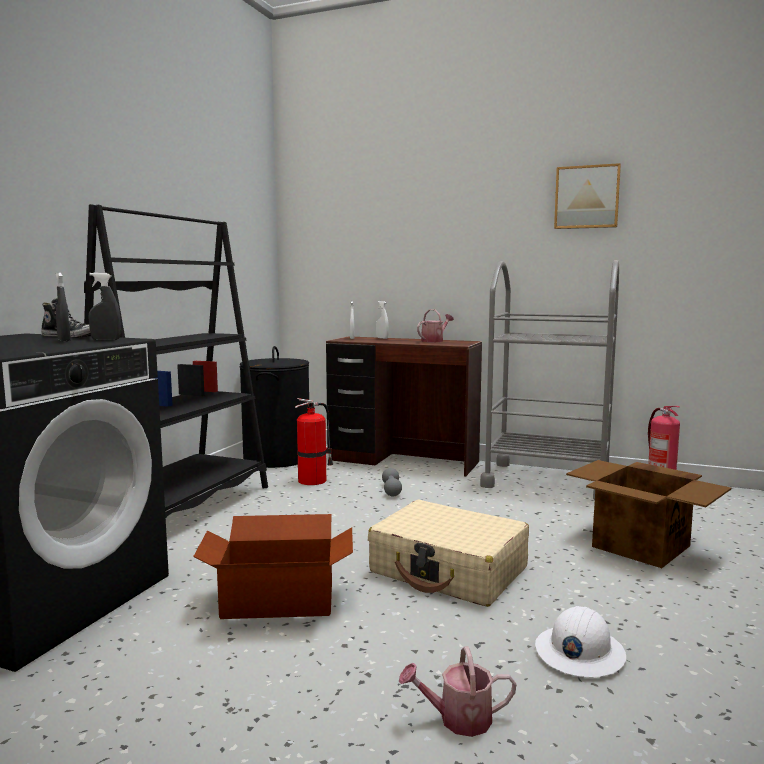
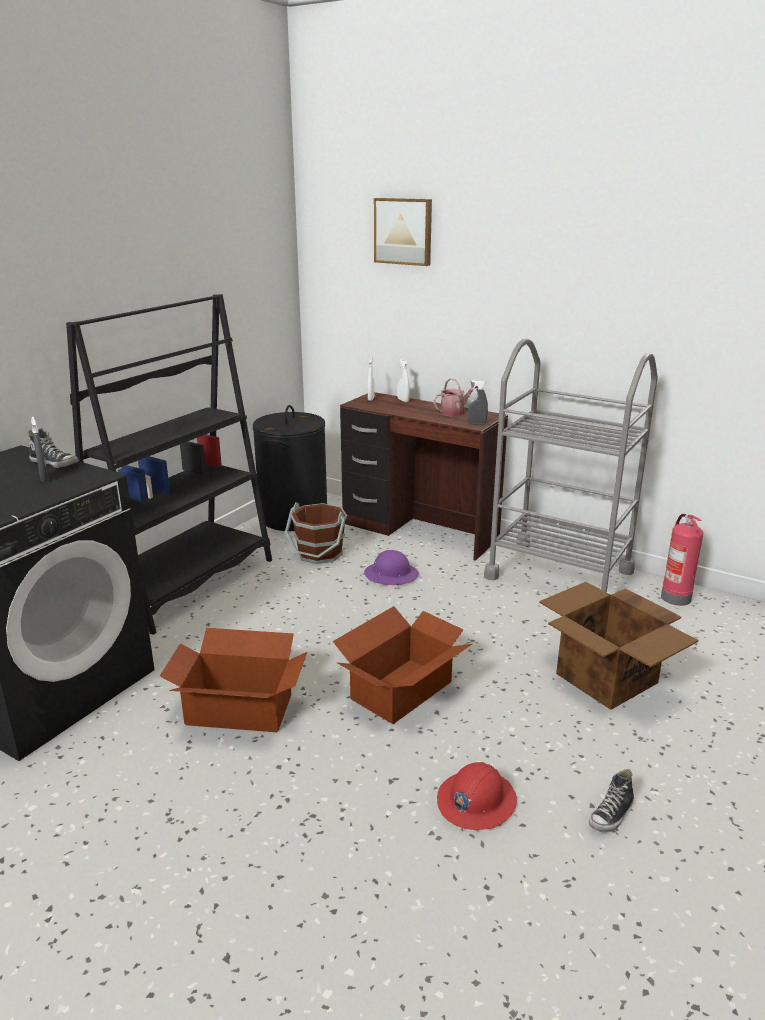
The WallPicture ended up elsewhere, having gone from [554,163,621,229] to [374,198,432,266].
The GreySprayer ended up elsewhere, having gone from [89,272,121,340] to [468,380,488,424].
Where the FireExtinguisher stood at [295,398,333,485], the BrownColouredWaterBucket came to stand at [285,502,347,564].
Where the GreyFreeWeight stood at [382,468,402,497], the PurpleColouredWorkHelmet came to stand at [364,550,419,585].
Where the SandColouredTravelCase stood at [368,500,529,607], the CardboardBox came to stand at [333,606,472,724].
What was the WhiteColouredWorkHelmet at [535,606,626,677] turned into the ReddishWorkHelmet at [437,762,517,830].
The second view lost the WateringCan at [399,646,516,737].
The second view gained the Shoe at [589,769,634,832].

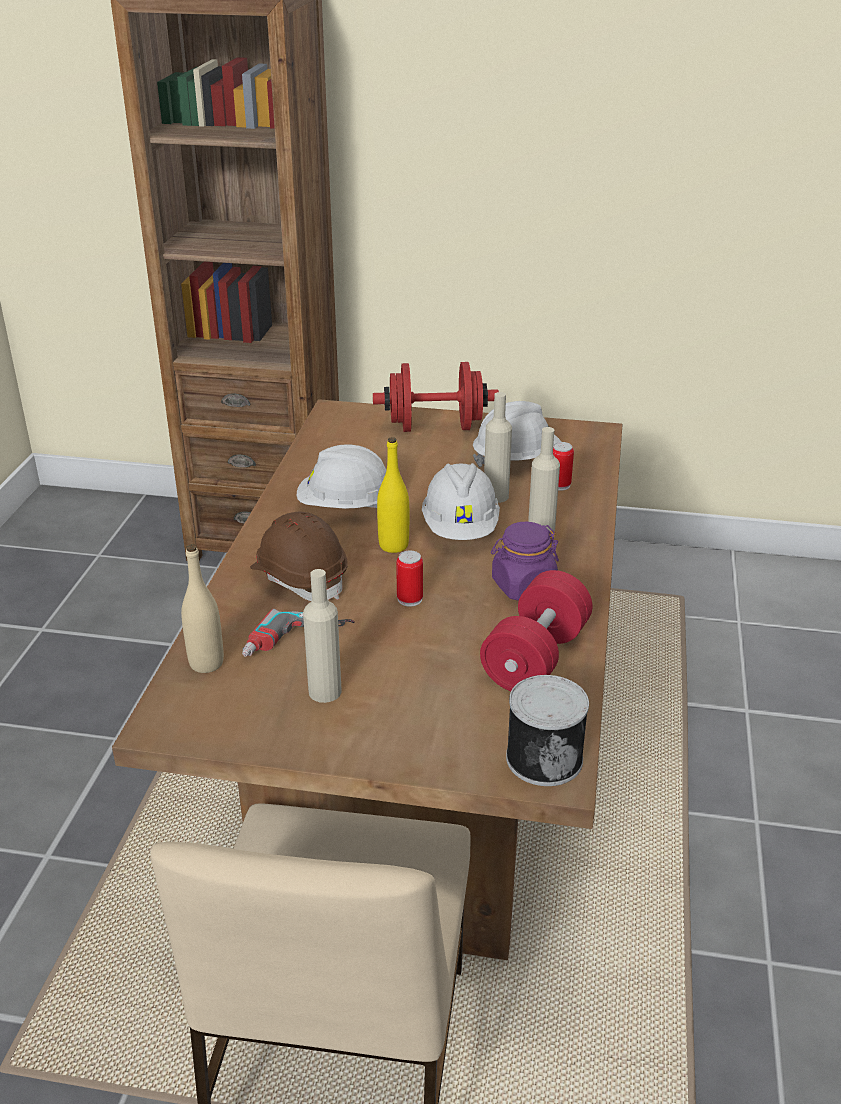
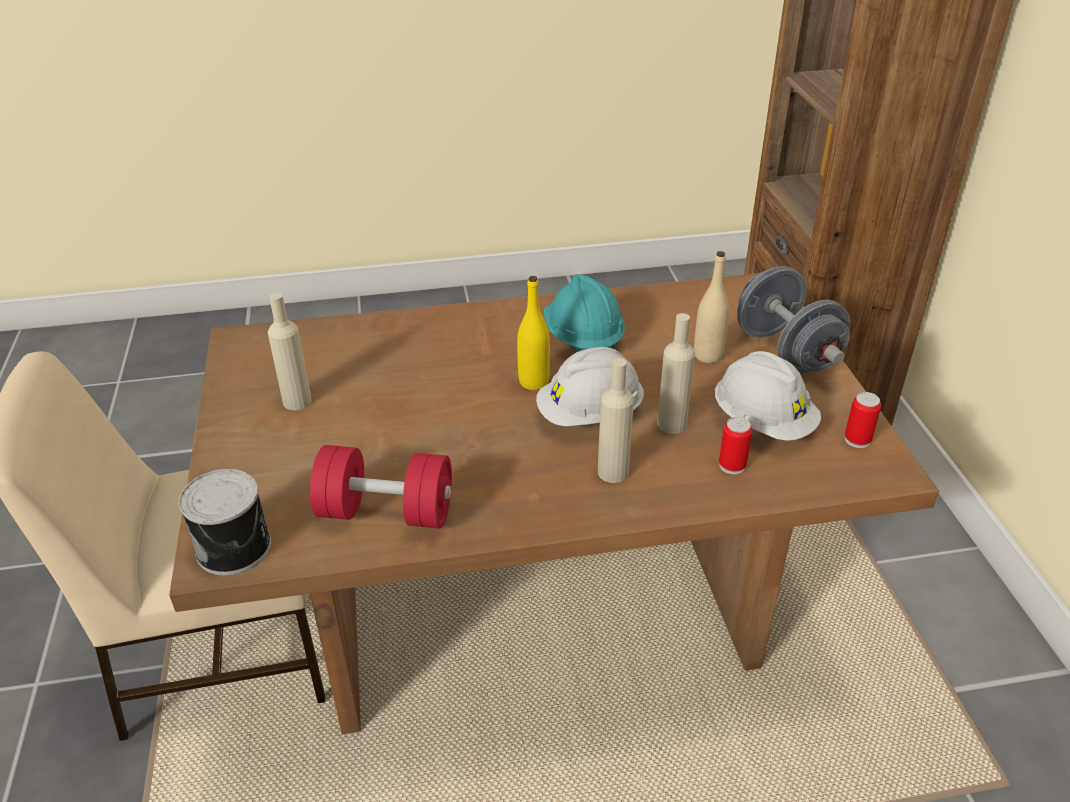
What was the ReddishFreeWeight at [373,362,499,432] turned into the GreyFreeWeight at [737,266,850,374].
What was the WhiteColouredWorkHelmet at [297,445,386,509] turned into the TurquoiseColouredWorkHelmet at [544,274,625,352].
The second view lost the BrownColouredWorkHelmet at [250,512,348,601].
The second view lost the PurpleColouredPreserveJar at [491,522,559,600].
The SandColouredBeverageBottle ended up elsewhere, having gone from [181,545,224,673] to [694,251,729,363].
The Can ended up elsewhere, having gone from [396,550,423,607] to [845,392,881,448].
The second view lost the ElectricDrill at [242,609,355,657].

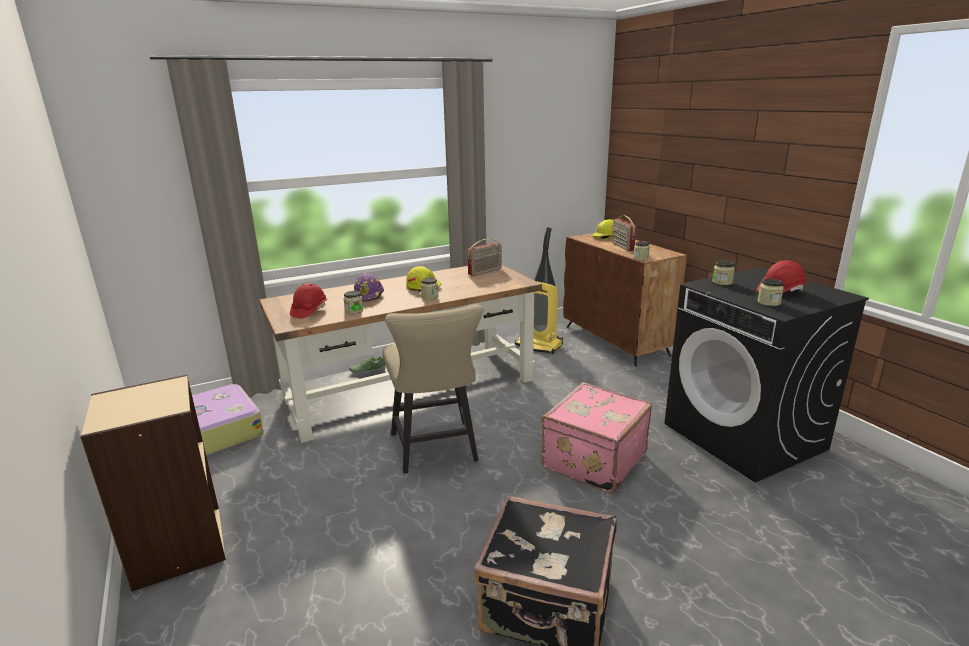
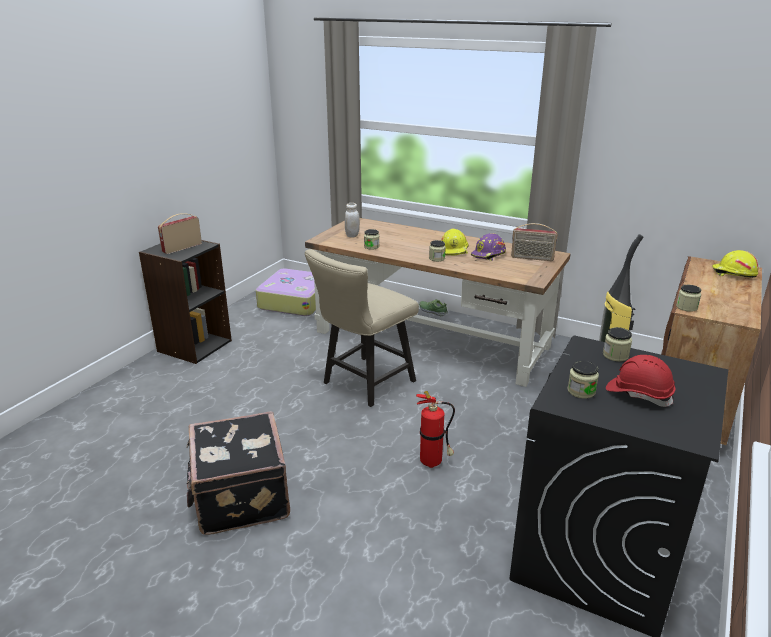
The RadioSet ended up elsewhere, having gone from [612,215,636,251] to [158,213,202,254].
The PurpleColouredWorkHelmet ended up elsewhere, having gone from [354,274,384,302] to [471,233,506,261].
Where the ReddishWorkHelmet stood at [290,283,327,318], the WhiteColouredPreserveJar came to stand at [345,203,360,238].
What was the SandColouredBookcase at [80,375,226,592] turned into the BlackBookcase at [139,240,232,364].
Where the PinkTravelCase stood at [541,382,652,494], the FireExtinguisher came to stand at [416,391,455,468].

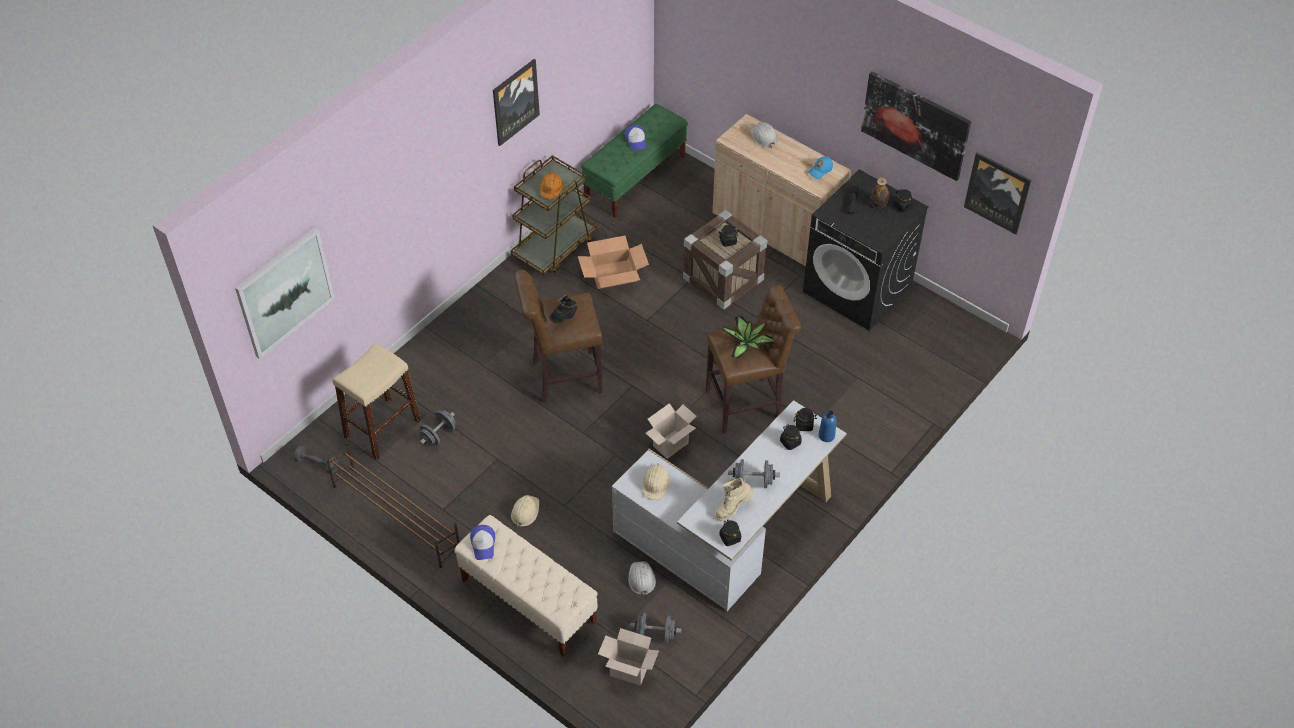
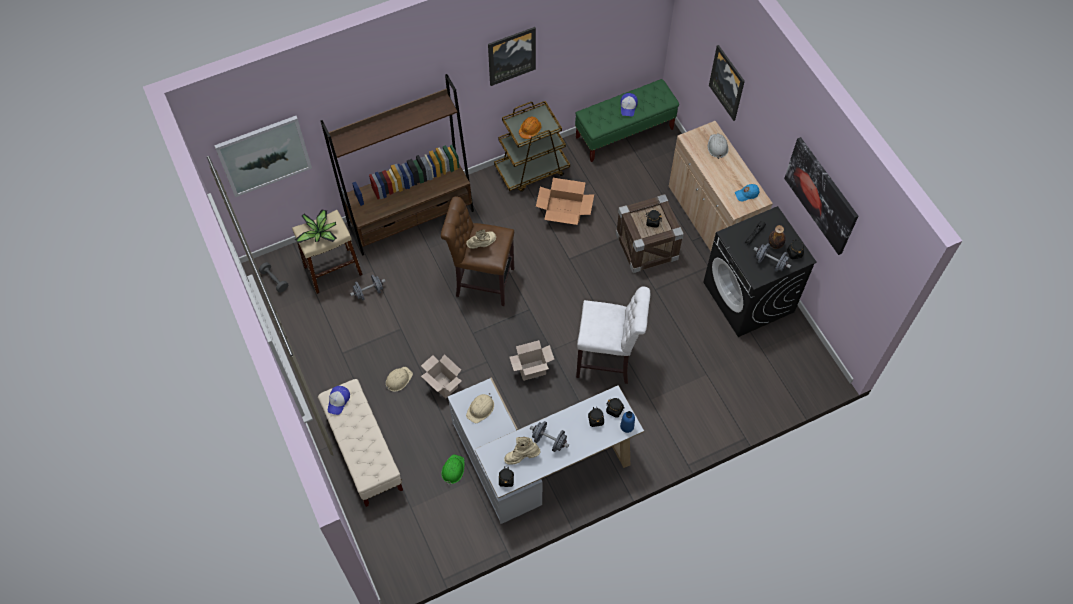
The WallPicture ended up elsewhere, having gone from [964,152,1031,234] to [709,45,745,121].
What was the BrownColouredSittingStool at [706,285,801,434] turned into the WhiteColouredSittingStool at [576,287,650,384].
What was the BlackBoot at [550,295,577,324] turned into the SandColouredBoot at [466,229,496,249].
The PottedPlant ended up elsewhere, having gone from [722,316,775,359] to [295,209,337,243].
The second view lost the BrownColouredShoeStand at [326,443,460,568].
What was the WhiteColouredWorkHelmet at [628,561,656,596] turned into the GreenWorkHelmet at [441,455,465,485].
The GreyFreeWeight ended up elsewhere, having gone from [630,613,681,644] to [753,243,791,272].
The CardboardBox ended up elsewhere, having gone from [598,628,659,686] to [421,354,462,399].
The second view gained the BrownColouredBookcase at [321,74,474,256].

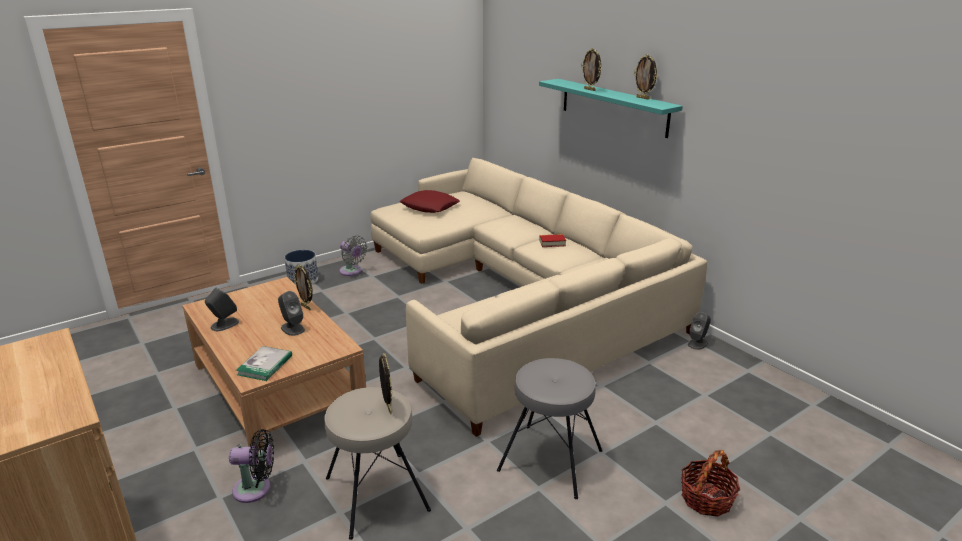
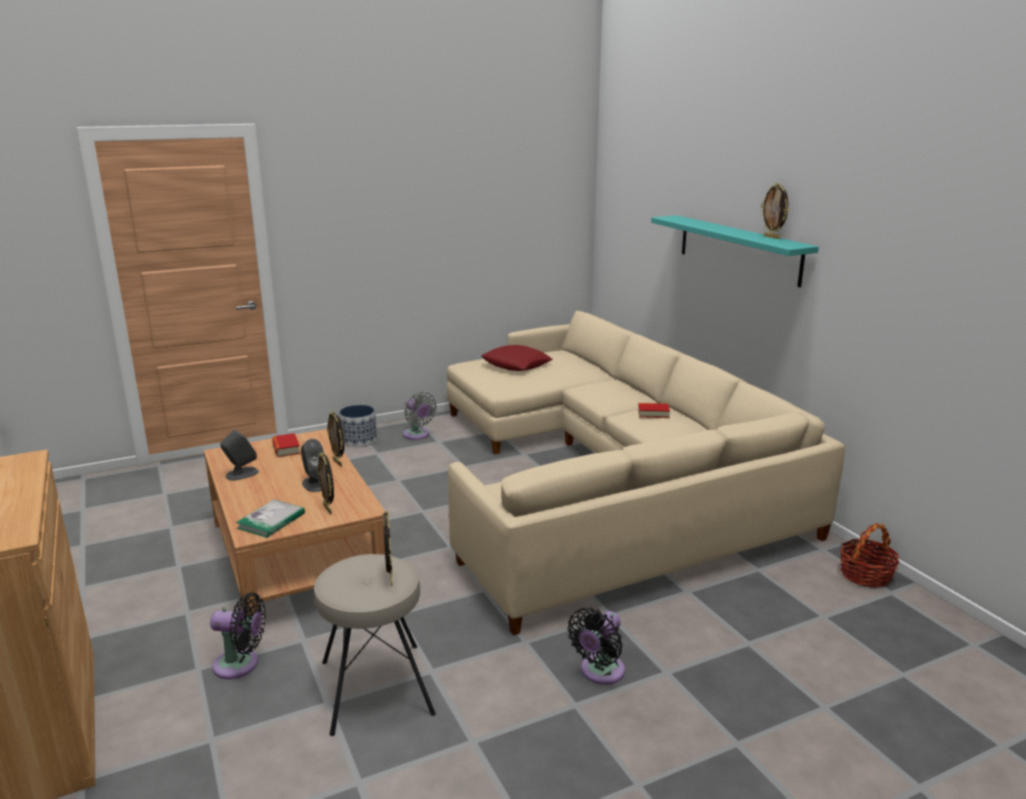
The PictureFrame ended up elsewhere, having gone from [581,48,602,91] to [317,452,334,514].
The second view lost the GreyLoudspeaker at [688,312,711,350].
Where the GreySittingStool stood at [497,358,602,499], the BlackElectricFan came to stand at [567,608,625,685].
The HouseholdBasket ended up elsewhere, having gone from [681,450,740,517] to [840,523,899,588].
The second view gained the Volume at [272,433,300,457].

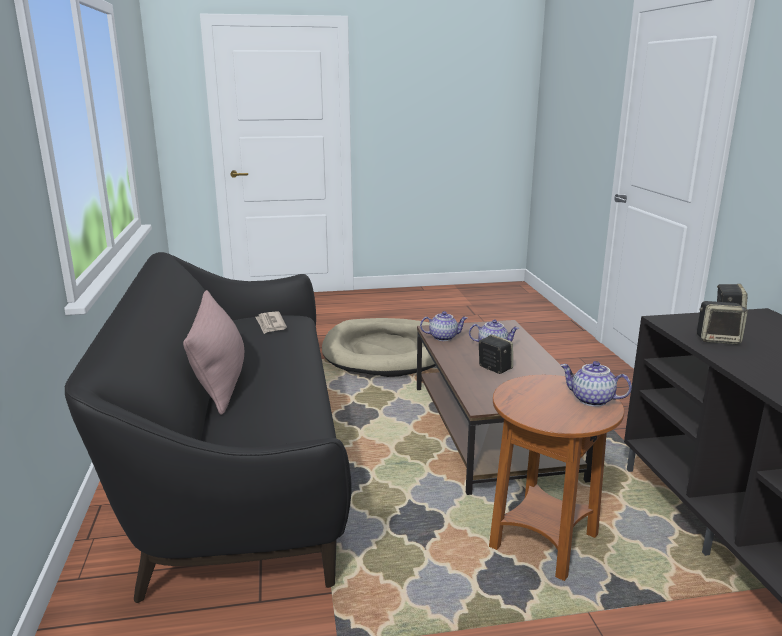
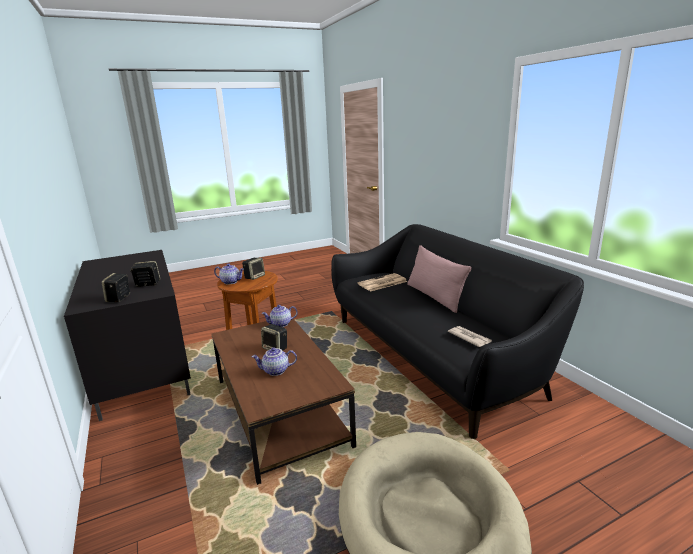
The Teapot ended up elsewhere, having gone from [420,311,467,341] to [261,305,298,327].
The second view gained the Loudspeaker at [242,258,265,280].
The second view gained the Newspaper at [357,273,408,292].

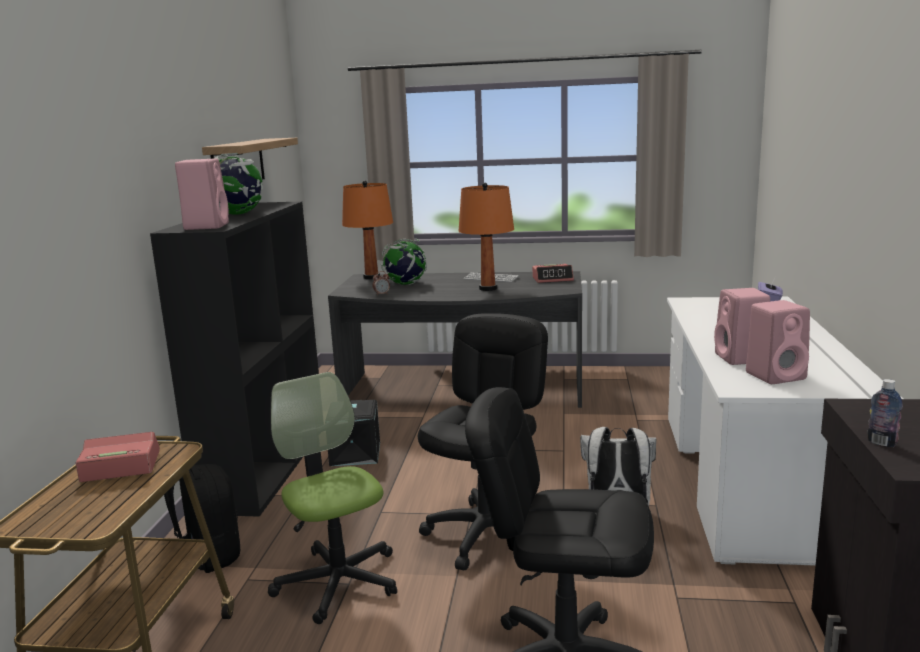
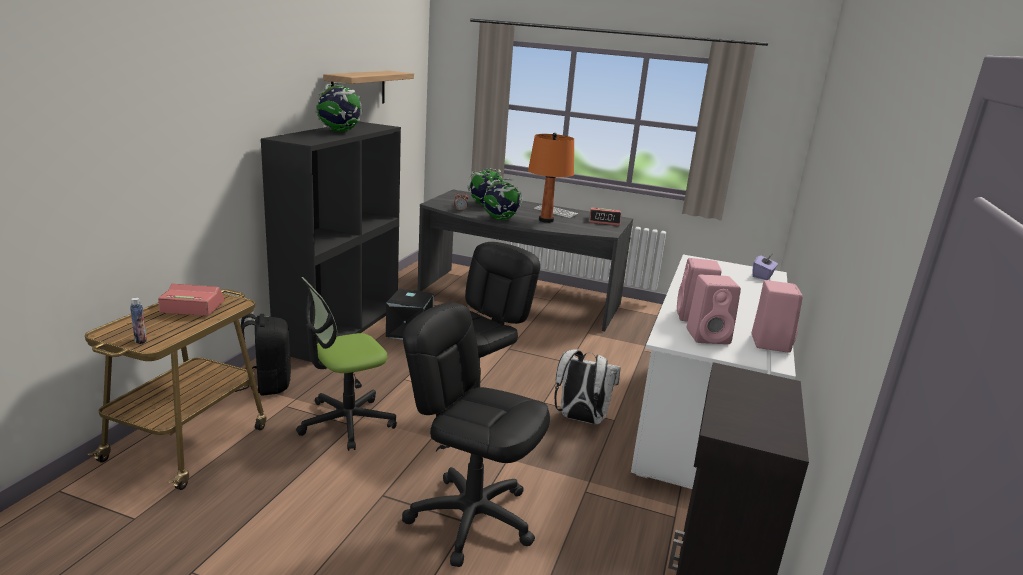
The PinkLoudspeaker ended up elsewhere, having gone from [175,159,229,230] to [752,280,803,353].
The second view lost the OrangeLampForATable at [342,180,393,279].
The DeskChair at [268,372,397,624] ended up facing another way, 105 degrees counterclockwise from before.
The BeverageBottle ended up elsewhere, having gone from [867,379,903,447] to [130,298,147,344].
The second view gained the Globe at [483,178,522,220].

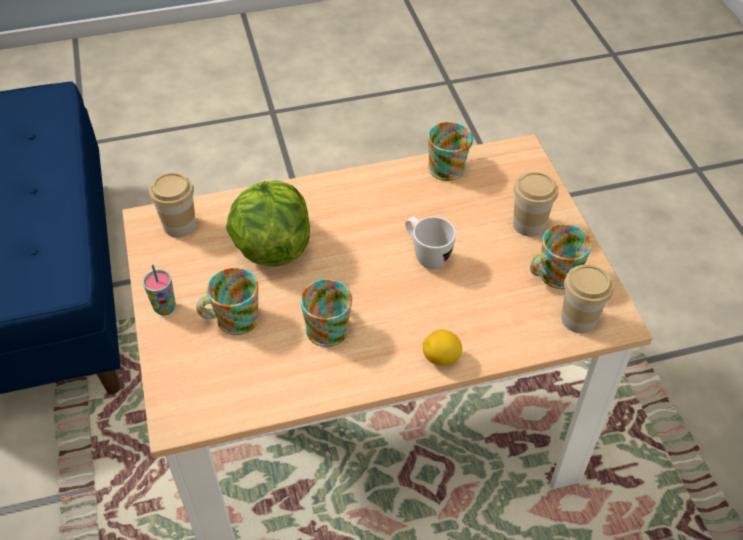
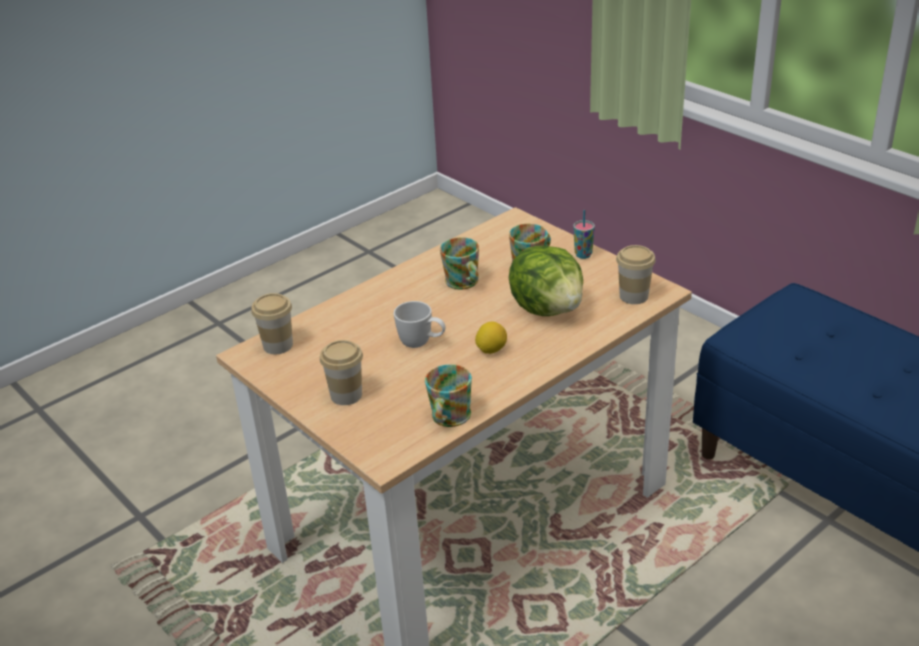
The second view lost the Mug at [530,224,592,289].
The WholeLemon ended up elsewhere, having gone from [423,329,462,366] to [475,322,507,354].

